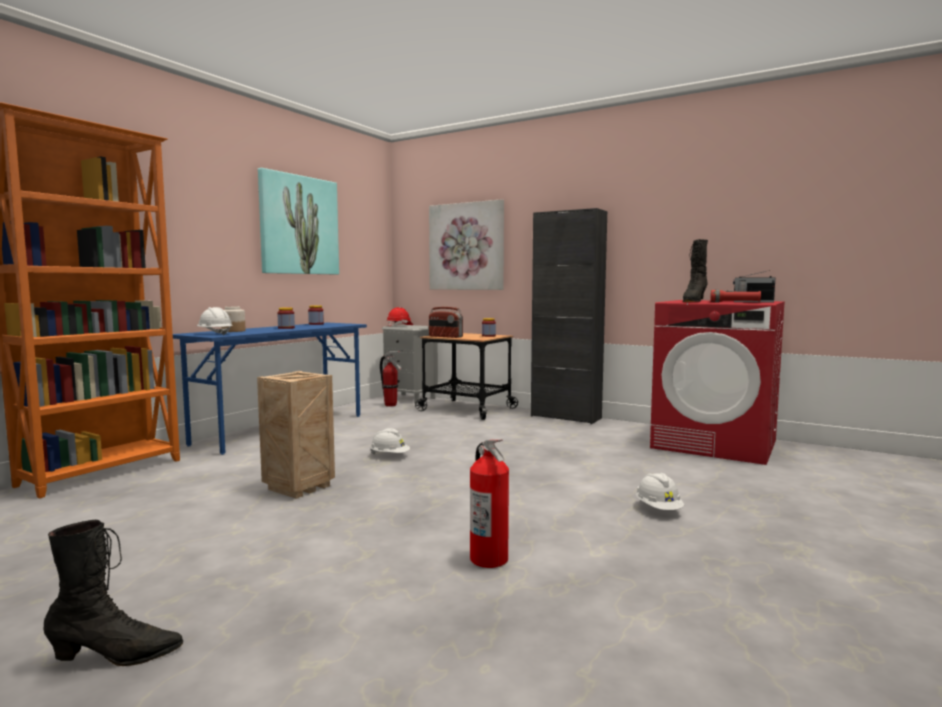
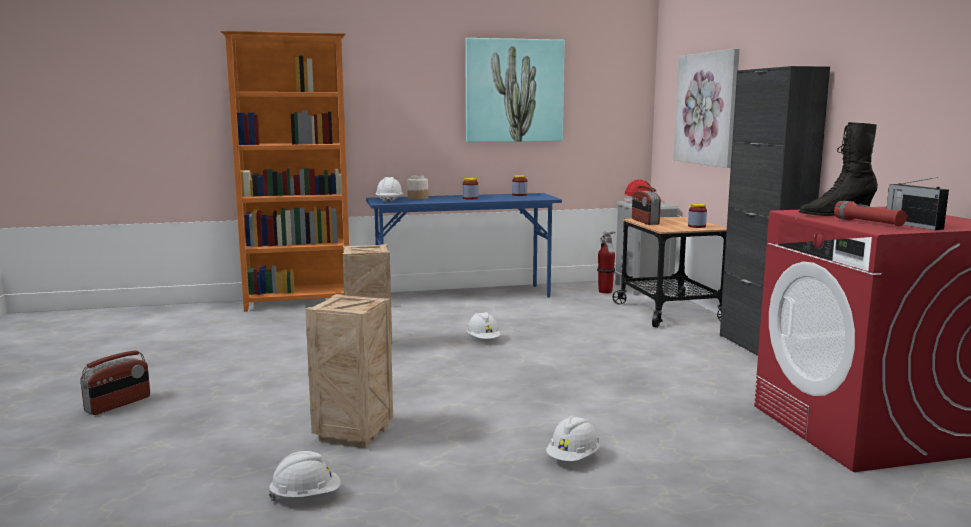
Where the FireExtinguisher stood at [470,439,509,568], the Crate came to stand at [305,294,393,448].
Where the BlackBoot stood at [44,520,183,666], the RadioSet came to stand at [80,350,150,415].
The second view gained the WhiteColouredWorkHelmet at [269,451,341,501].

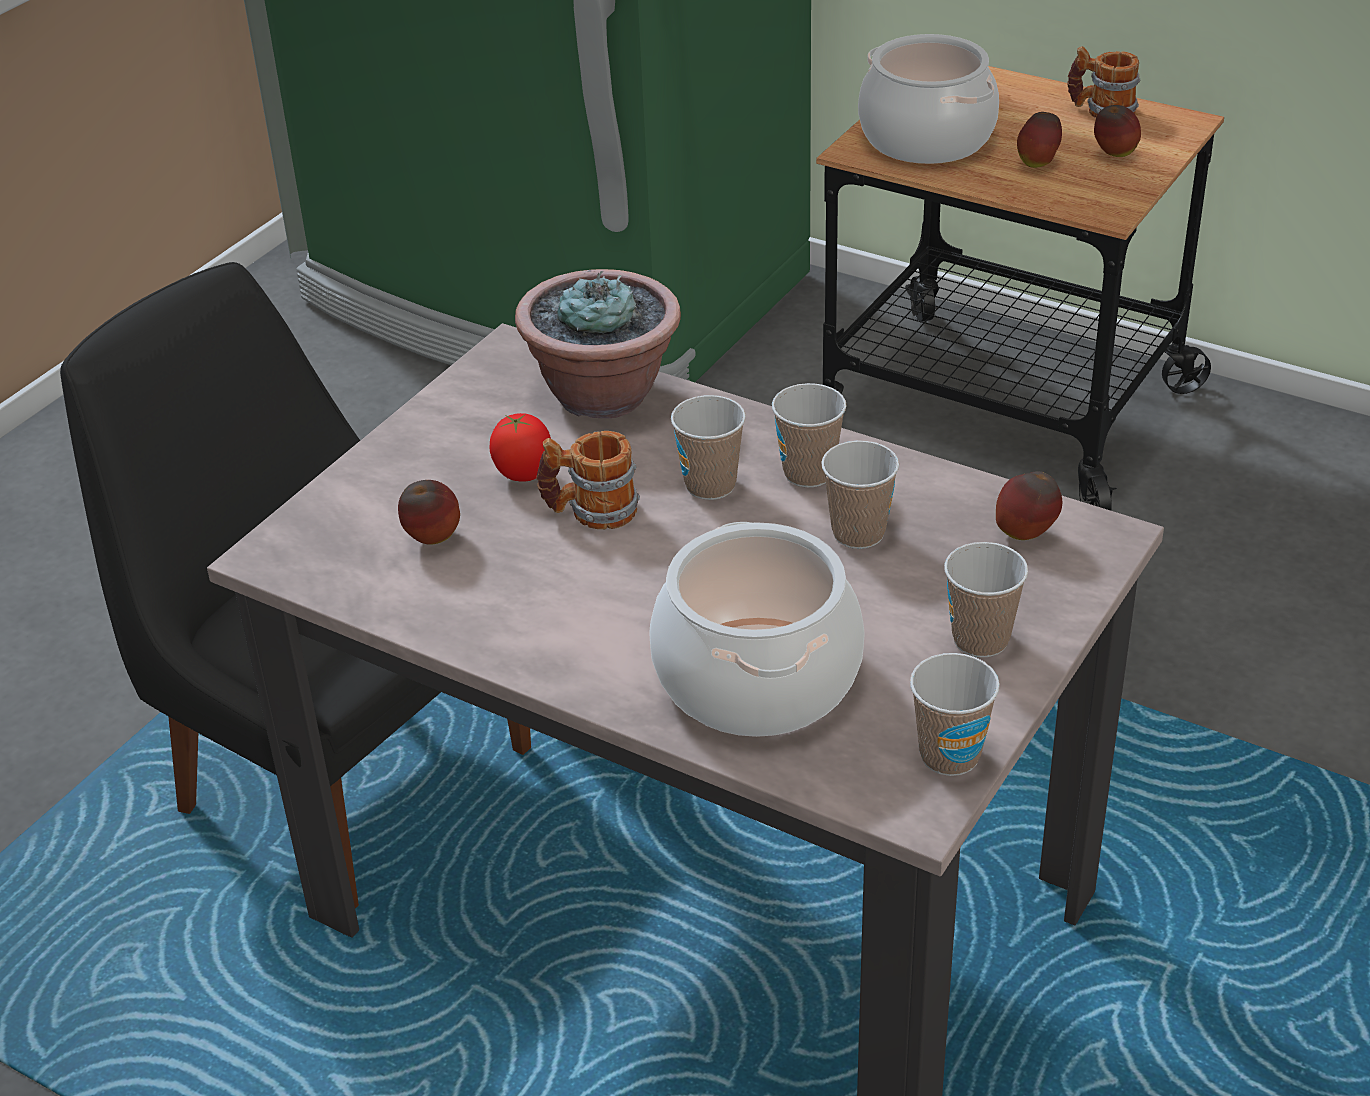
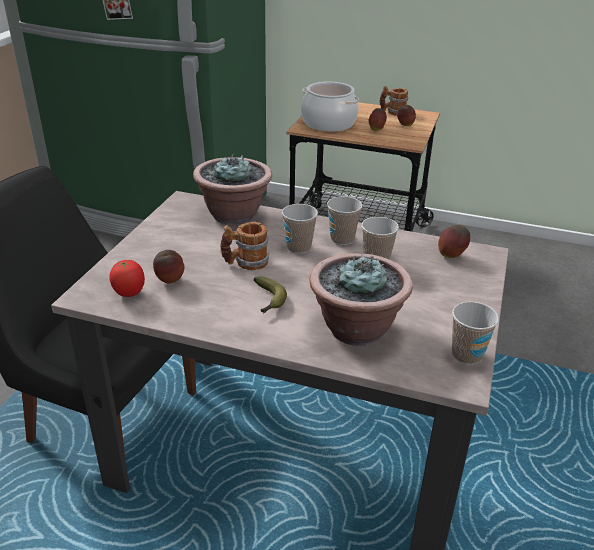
The FreshTomato ended up elsewhere, having gone from [489,413,551,482] to [110,260,145,297].
Where the Stockpot stood at [649,522,865,737], the PottedPlant came to stand at [310,253,413,346].
The second view lost the SmallCup at [944,542,1028,657].
The second view gained the BananaFruit at [254,276,287,314].

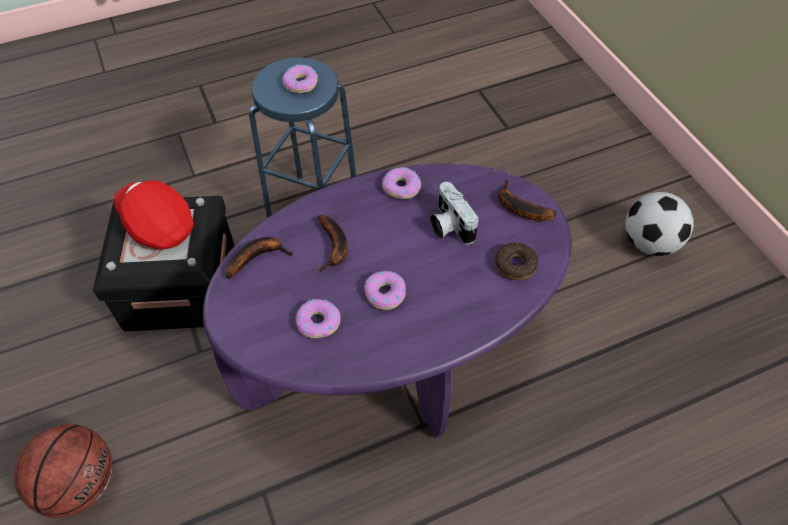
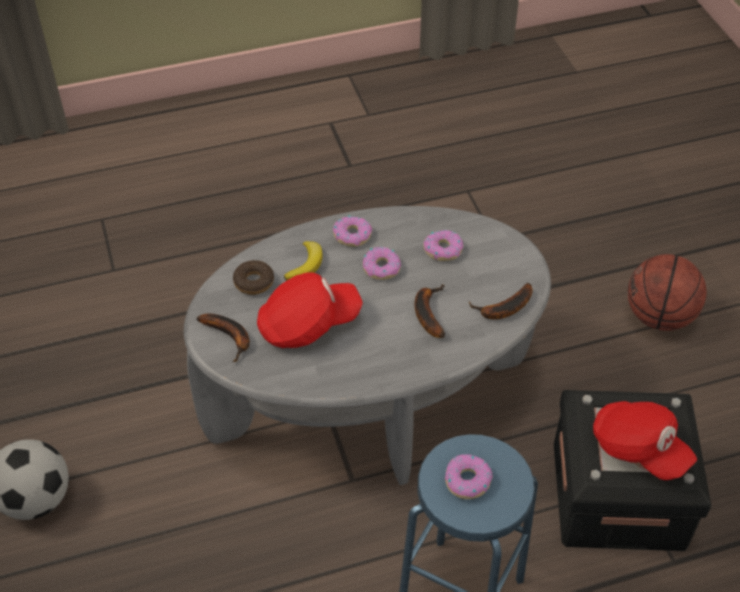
What was the PurpleColouredCoffeeTable at [203,164,572,438] turned into the GreyCoffeeTable at [184,206,551,485].
The Doughnut ended up elsewhere, having gone from [382,167,421,199] to [333,215,372,247].
Where the StillCamera stood at [430,182,479,245], the ReddishBaseballCap came to stand at [257,272,363,348].
The second view gained the BananaFruit at [284,241,323,281].

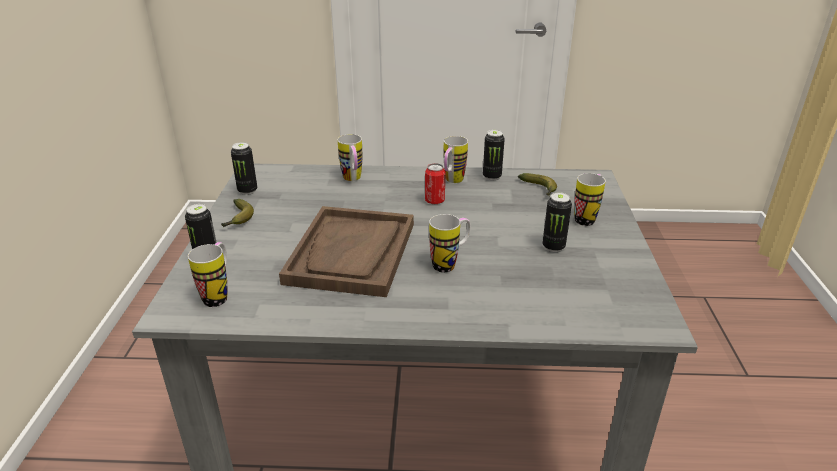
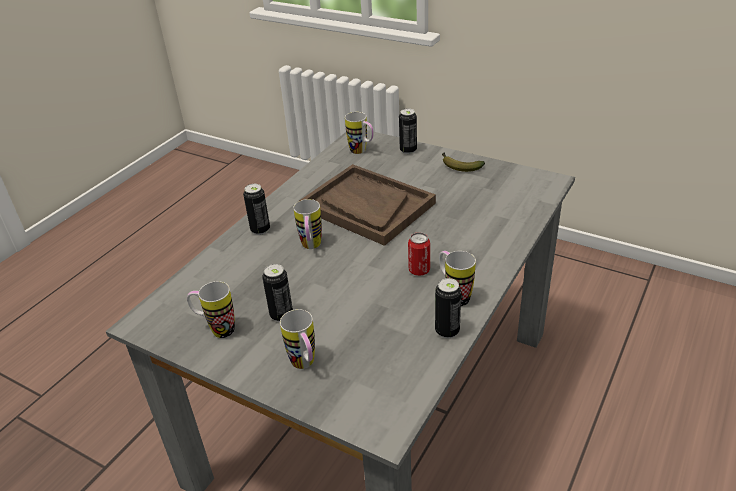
The Mug ended up elsewhere, having gone from [338,134,362,181] to [187,281,235,338].
The Can ended up elsewhere, having gone from [231,142,257,195] to [243,184,270,235].
The second view lost the BananaFruit at [518,173,557,196].

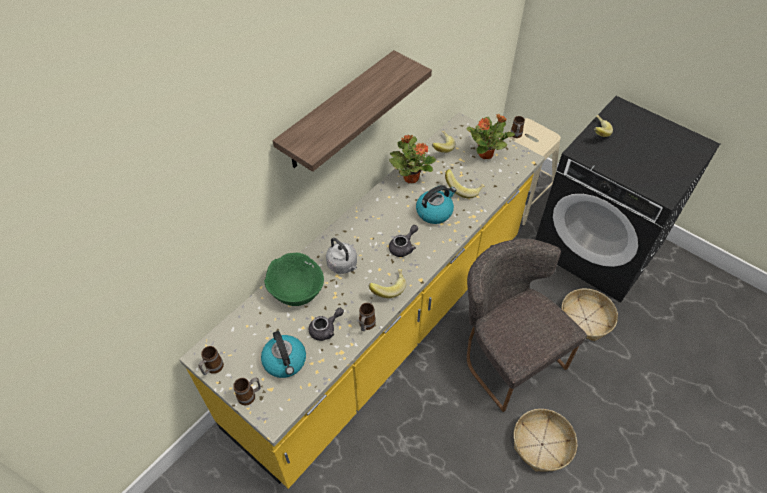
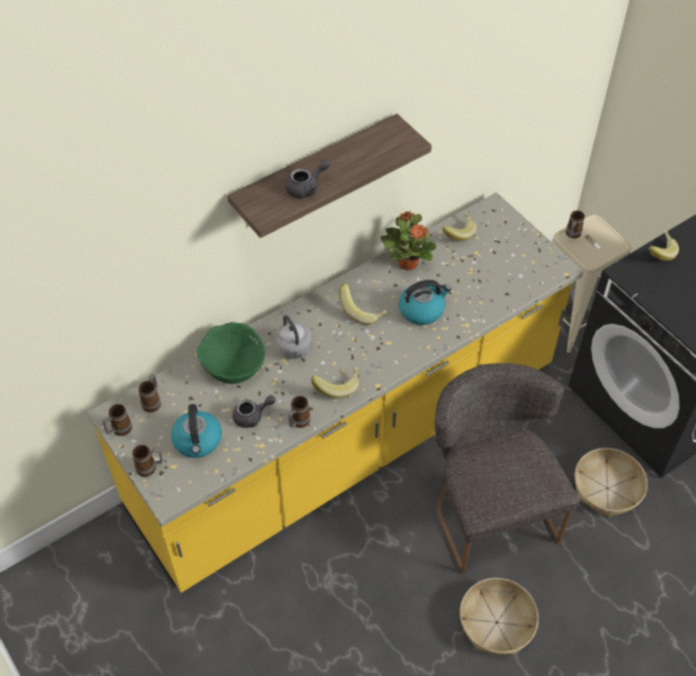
The second view lost the PottedPlant at [466,114,515,159].
The BananaFruit ended up elsewhere, having gone from [445,169,485,198] to [339,283,387,325].
The GreyTeapot ended up elsewhere, having gone from [389,225,418,257] to [286,159,330,198].
The second view gained the Mug at [138,374,161,413].

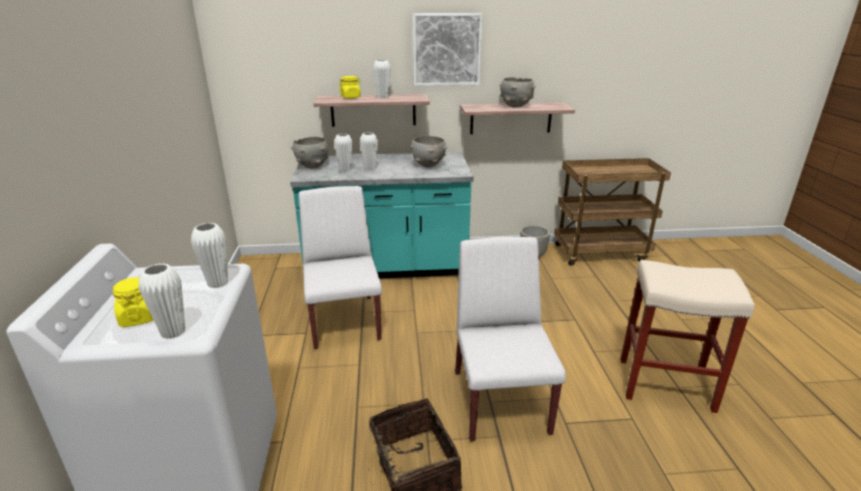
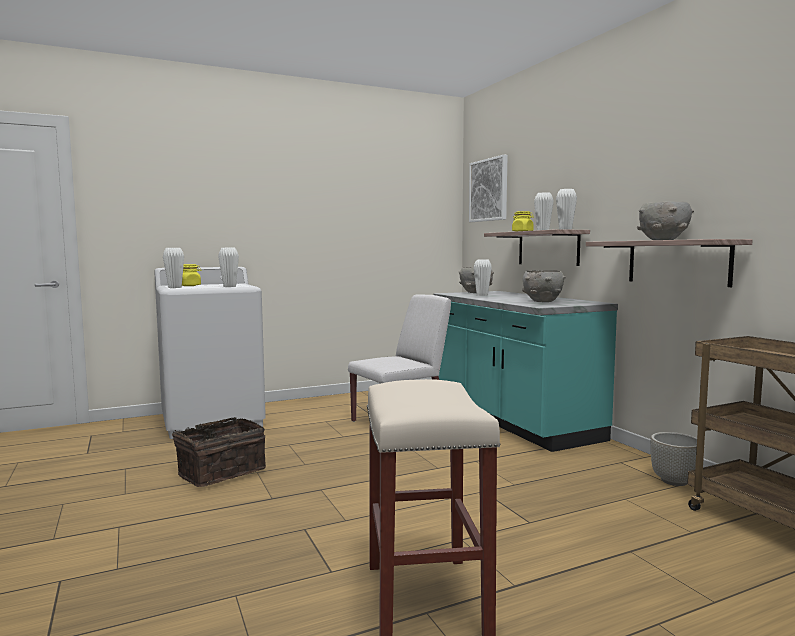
The WallPicture ended up elsewhere, having gone from [413,13,483,86] to [469,155,508,222].
The WhiteColouredDecorativeVase ended up elsewhere, having gone from [360,132,378,170] to [556,189,577,230].
The second view lost the WhiteColouredUprightChair at [455,237,566,442].

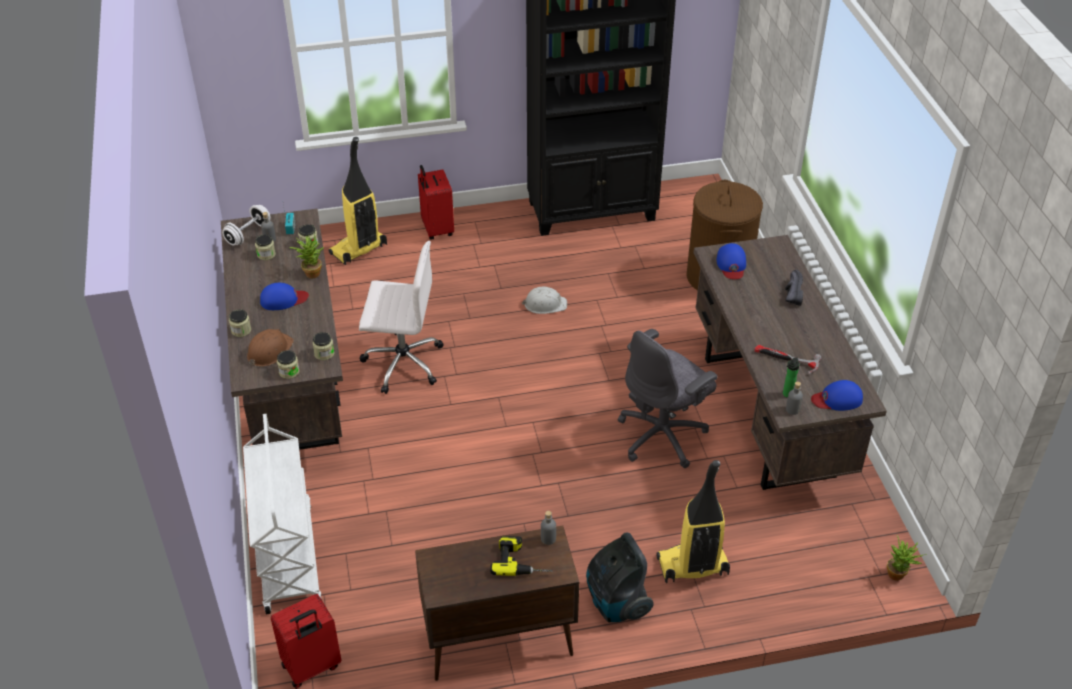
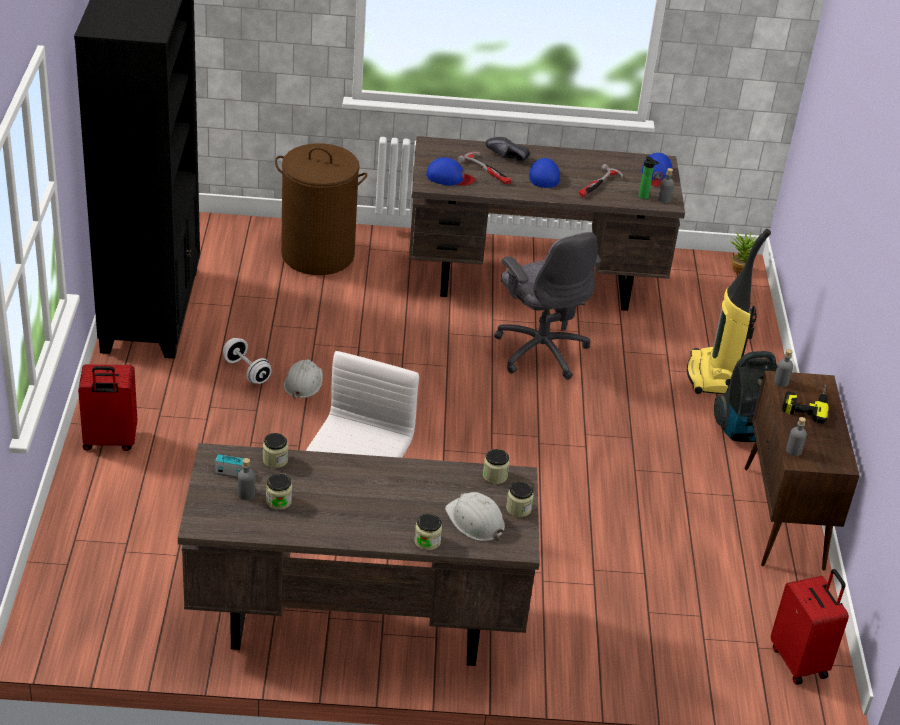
The second view lost the VacuumCleaner at [329,137,387,265].
The WhiteColouredFreeWeight ended up elsewhere, having gone from [222,205,271,246] to [223,338,272,384].
The second view lost the PottedPlant at [289,233,324,278].
The BluishBaseballCap ended up elsewhere, having gone from [260,283,309,310] to [529,158,560,188].
What was the BrownColouredWorkHelmet at [247,329,294,367] turned into the WhiteColouredWorkHelmet at [445,492,505,541].
The second view lost the WhiteColouredCart at [243,414,322,614].
The second view gained the HandHammer at [457,152,512,184].
The second view gained the GreyBeverageBottle at [786,417,807,456].

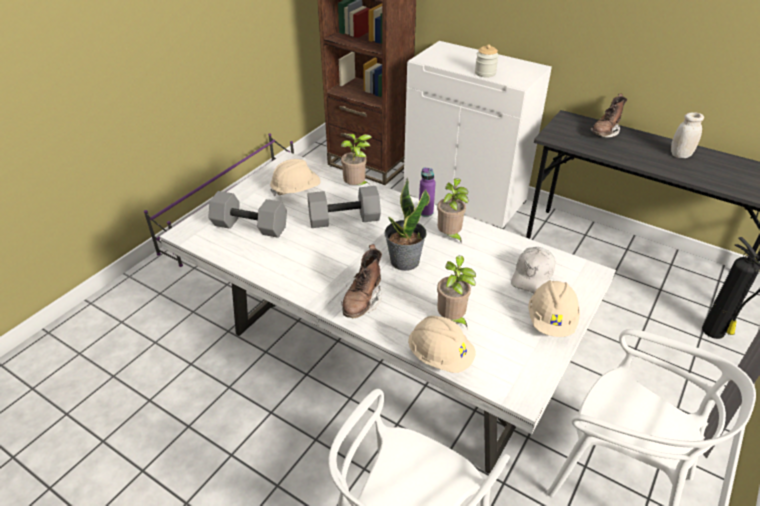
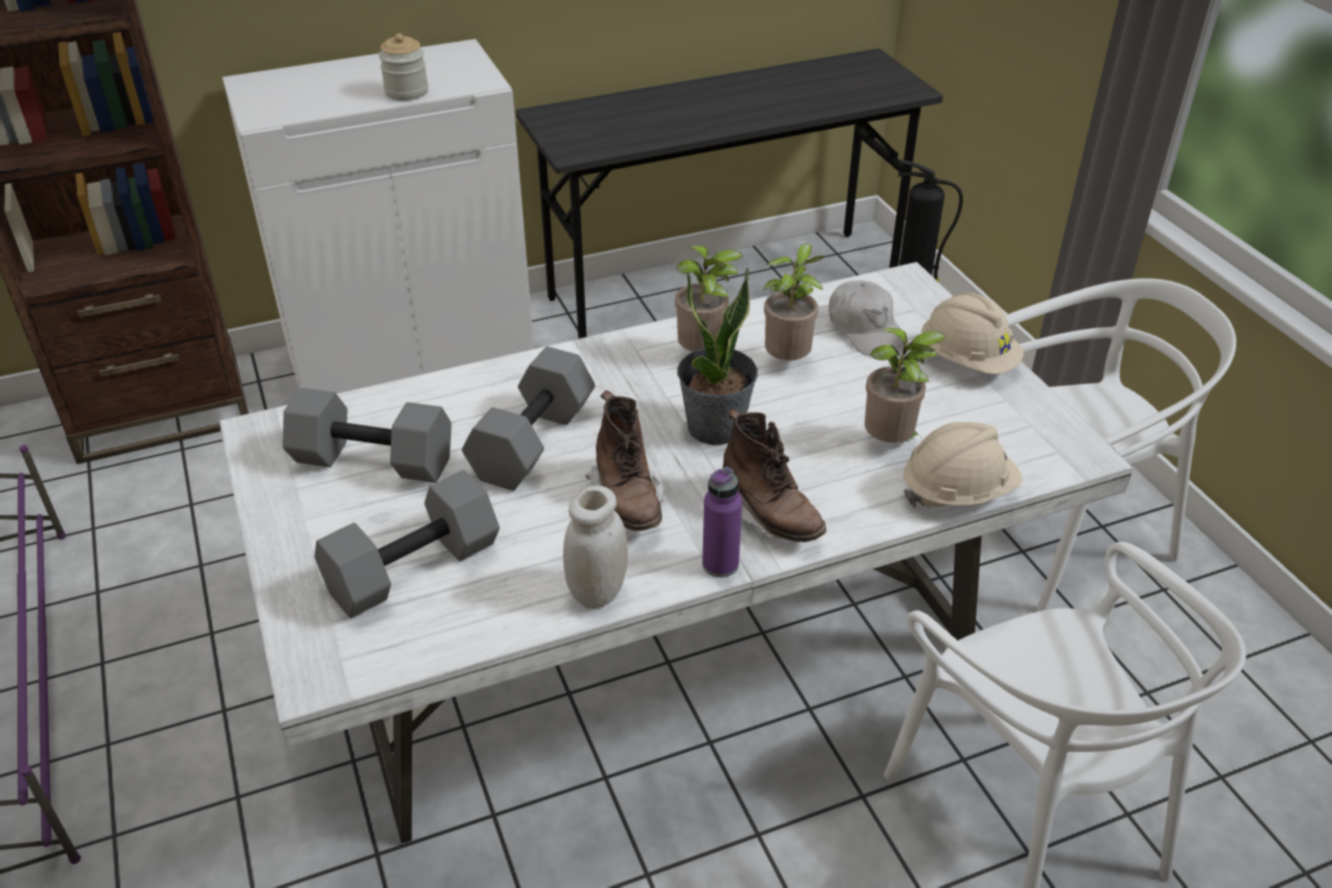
The BrownColouredBoot ended up elsewhere, having gone from [591,94,627,138] to [586,390,663,531].
The WhiteColouredPreserveJar ended up elsewhere, having gone from [671,112,704,158] to [563,486,628,609].
The PottedPlant ended up elsewhere, having gone from [341,134,372,185] to [763,243,825,360].
Where the SandColouredWorkHelmet stood at [270,159,321,196], the GreyFreeWeight came to stand at [283,388,452,483].
The PurpleColouredBeverageBottle ended up elsewhere, having gone from [419,168,436,217] to [702,467,742,577].

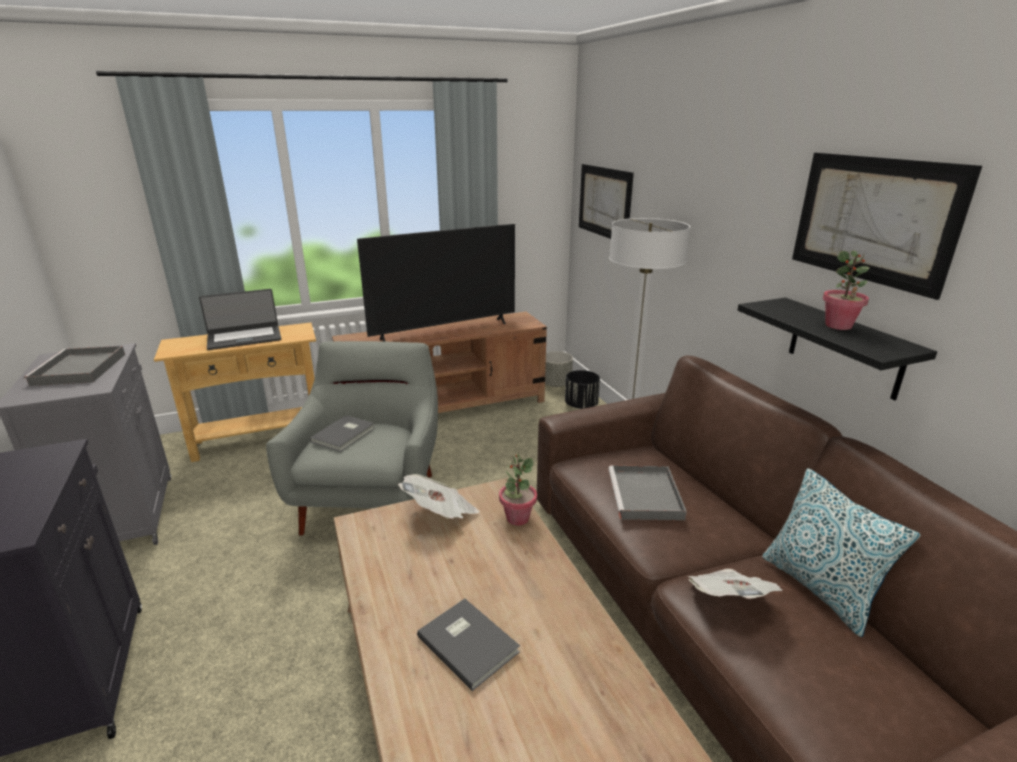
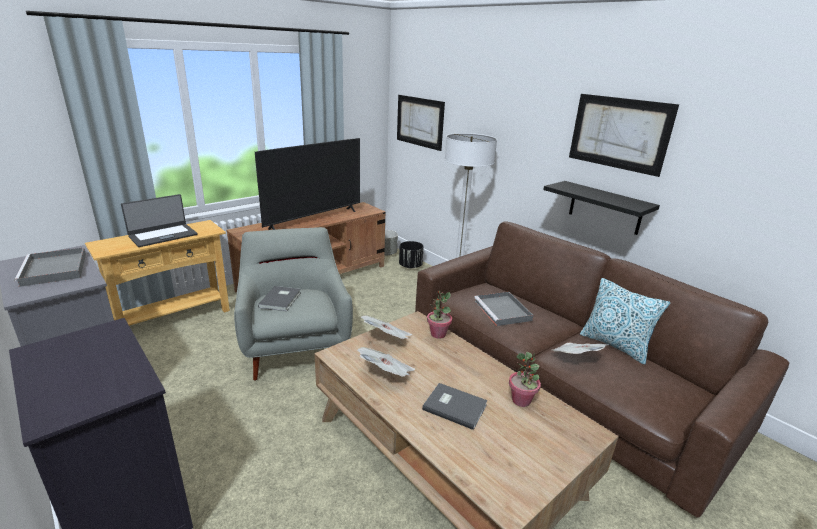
The PottedPlant ended up elsewhere, having gone from [823,250,869,330] to [509,352,541,407].
The second view gained the Newspaper at [357,347,416,377].

